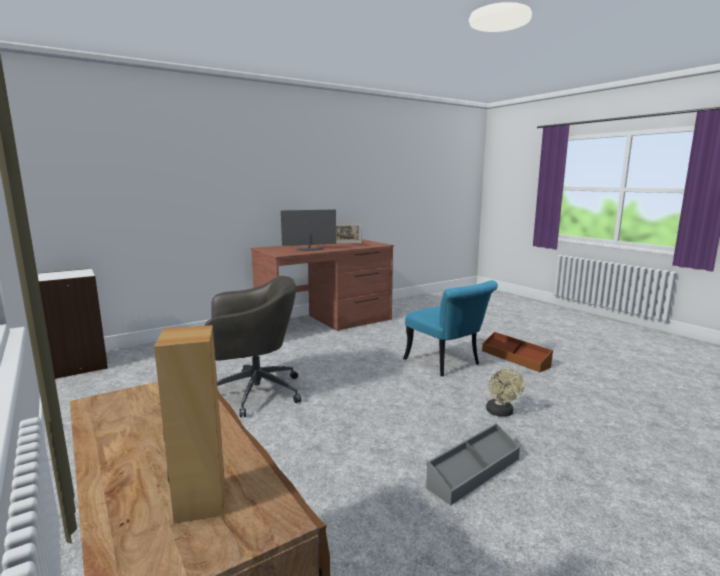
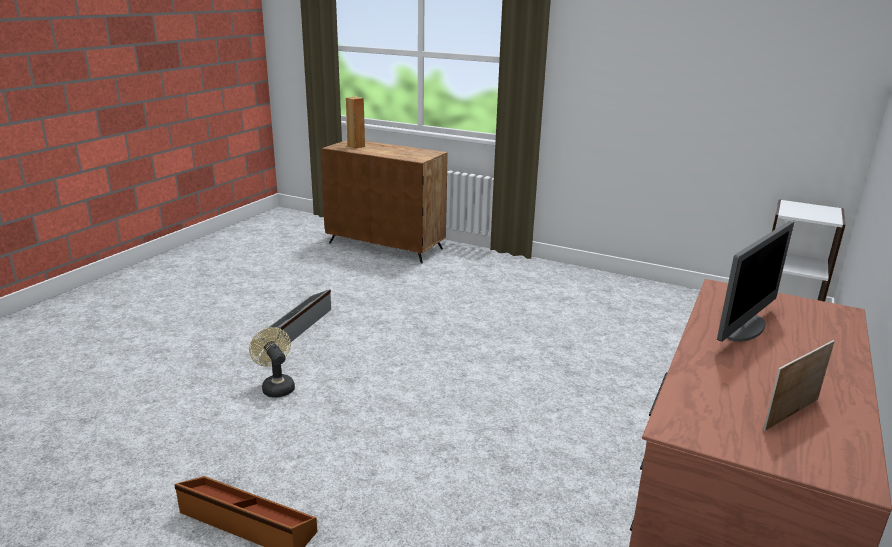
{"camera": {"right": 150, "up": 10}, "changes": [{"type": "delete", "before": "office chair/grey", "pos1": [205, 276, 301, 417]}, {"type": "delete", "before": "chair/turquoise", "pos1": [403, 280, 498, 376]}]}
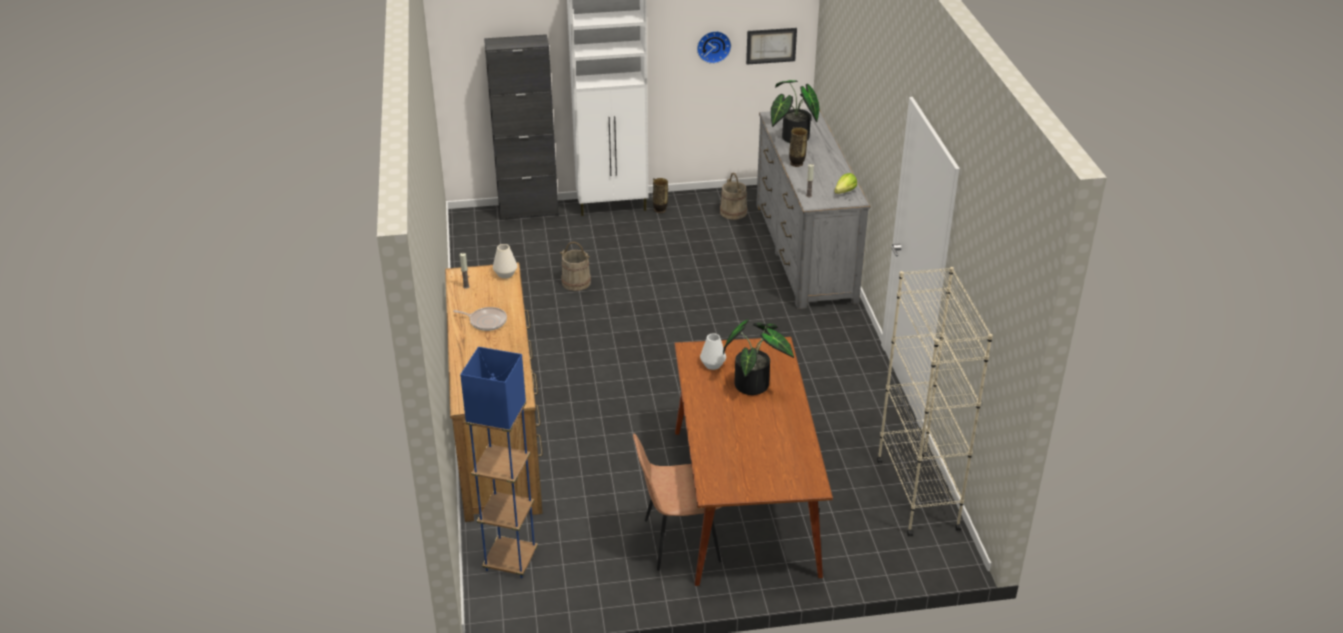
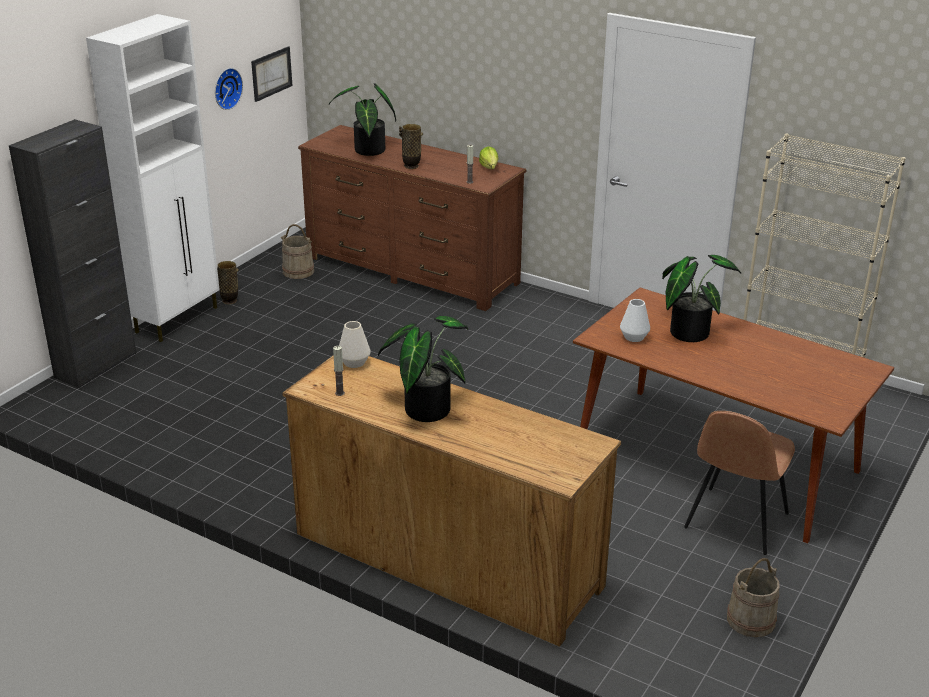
{"camera": {"right": -50, "up": -5}, "changes": [{"type": "recolor", "before": "dresser/grey", "after": "dresser/brown", "pos1": [756, 109, 870, 309], "pos2": [298, 125, 527, 311]}, {"type": "replace", "before": "frying pan", "after": "potted plant", "pos1": [453, 307, 507, 331], "pos2": [378, 316, 468, 422]}, {"type": "move", "before": "bucket/beige", "pos1": [560, 242, 591, 291], "pos2": [727, 558, 780, 637]}, {"type": "delete", "before": "floor lamp/blue", "pos1": [460, 347, 538, 578]}]}
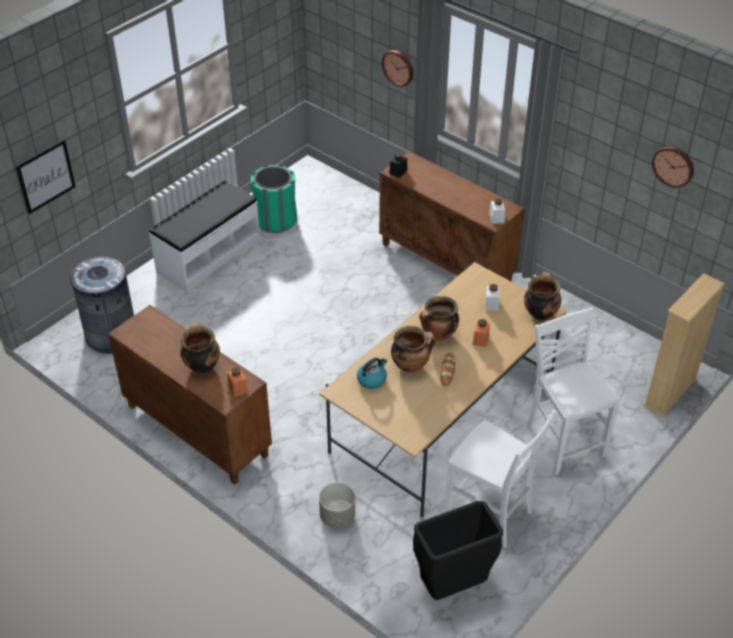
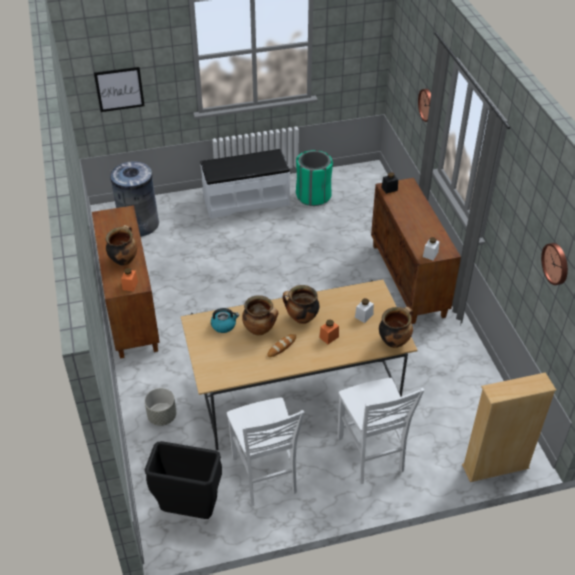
{"camera": {"right": 35, "up": 0}, "changes": [{"type": "rotate", "before": "chair/white", "pos1": [527, 307, 621, 475], "pos2": [337, 378, 424, 484], "turn": 150}]}
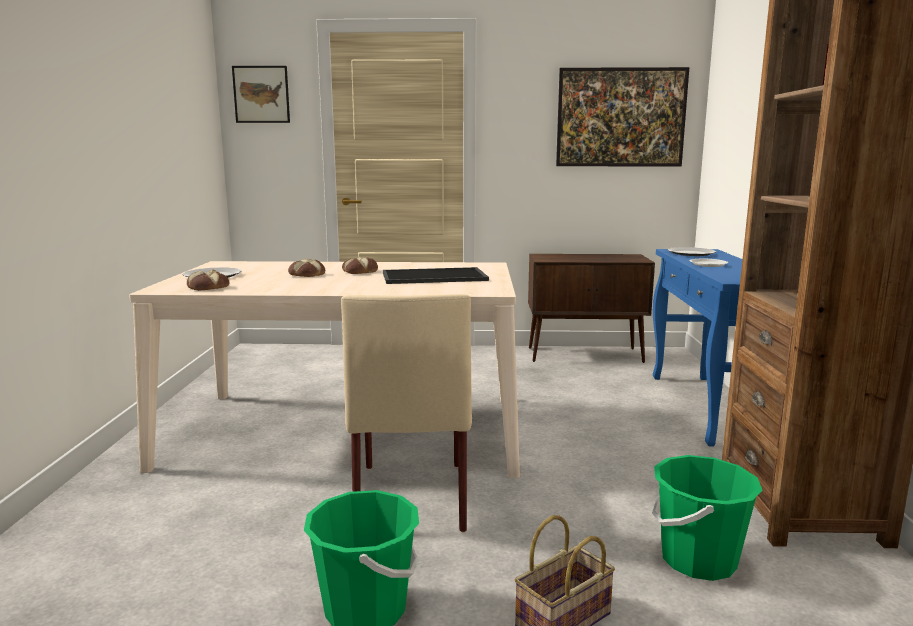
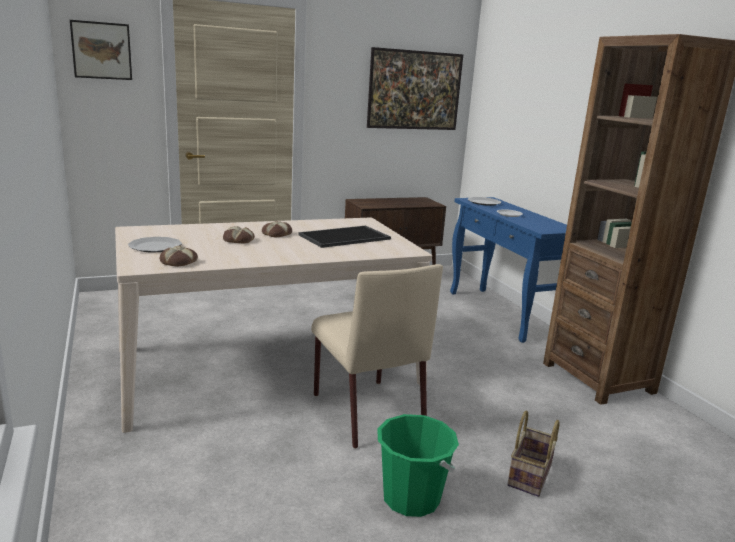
{"camera": {"right": -25, "up": 5}, "changes": [{"type": "delete", "before": "bucket/green", "pos1": [652, 455, 763, 581]}]}
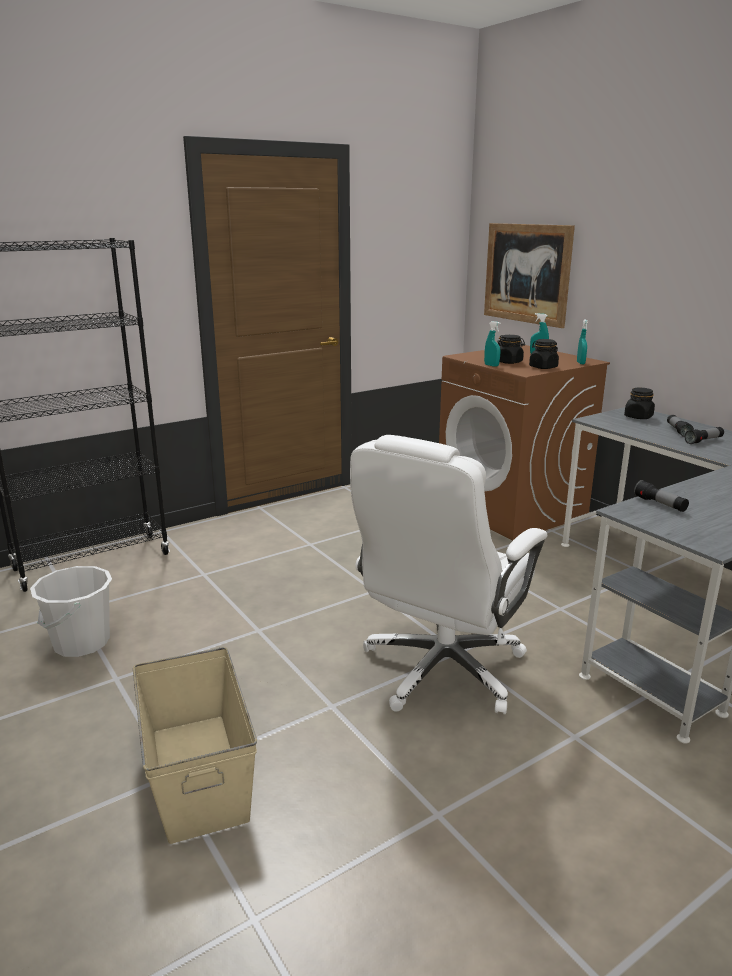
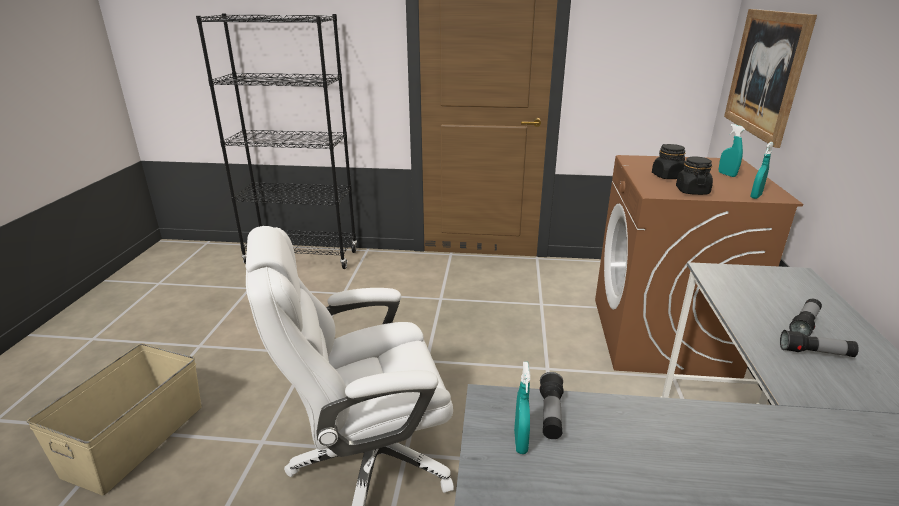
{"camera": {"right": 40, "up": 5}, "changes": [{"type": "move", "before": "spray bottle/turquoise", "pos1": [484, 321, 500, 367], "pos2": [514, 362, 531, 454]}, {"type": "delete", "before": "bucket/white", "pos1": [30, 566, 112, 657]}, {"type": "delete", "before": "jar/black", "pos1": [624, 388, 655, 419]}]}
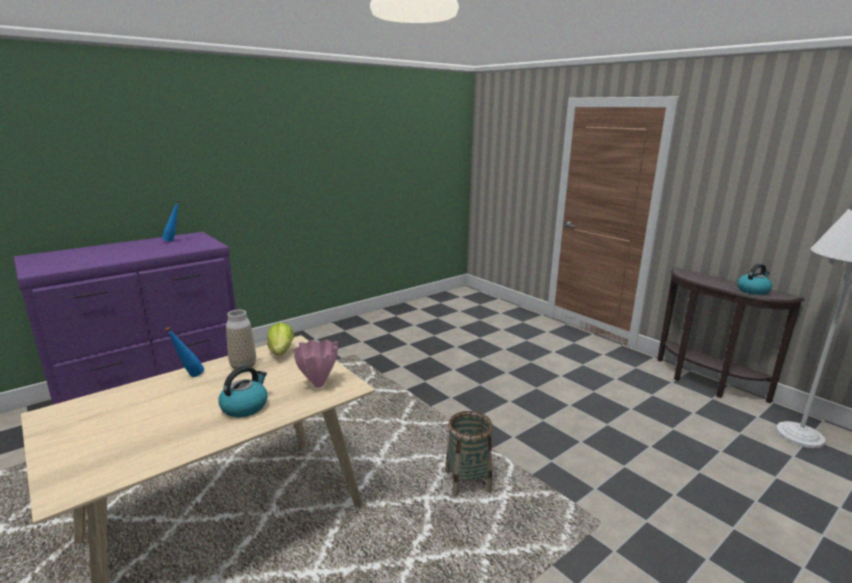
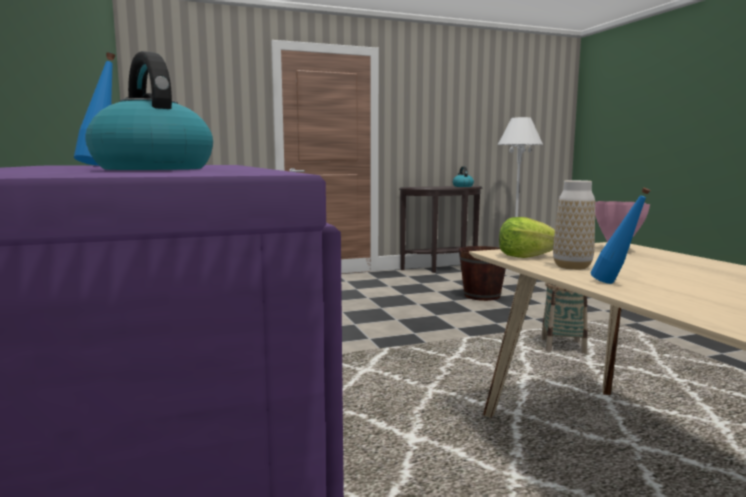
{"camera": {"right": -70, "up": -10}, "changes": [{"type": "move", "before": "kettle", "pos1": [218, 366, 268, 417], "pos2": [85, 51, 213, 170]}, {"type": "insert", "after": "bucket/brown", "pos2": [459, 246, 506, 301]}]}
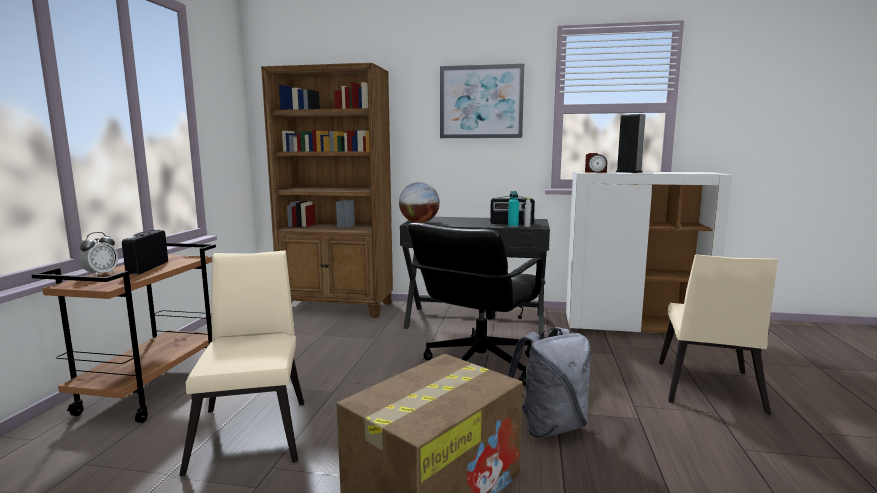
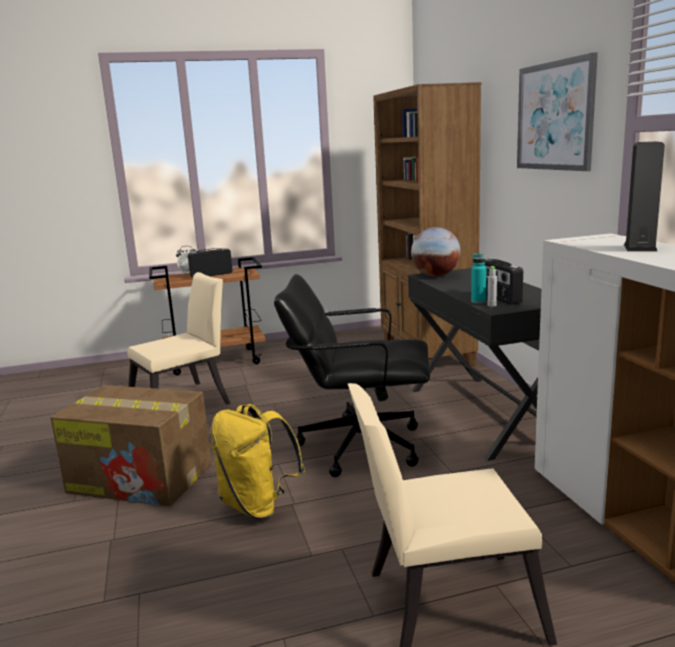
{"camera": {"right": 65, "up": 5}, "changes": [{"type": "recolor", "before": "backpack/grey", "after": "backpack/yellow", "pos1": [508, 327, 591, 438], "pos2": [210, 404, 305, 519]}, {"type": "delete", "before": "alarm clock", "pos1": [585, 153, 607, 173]}]}
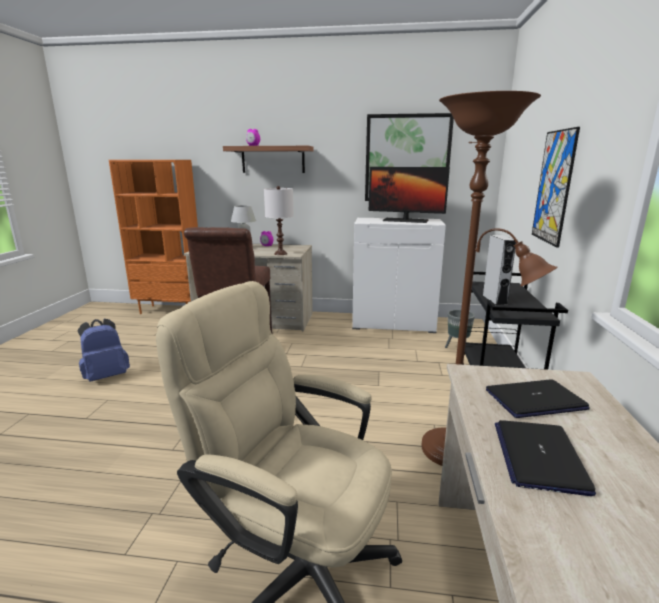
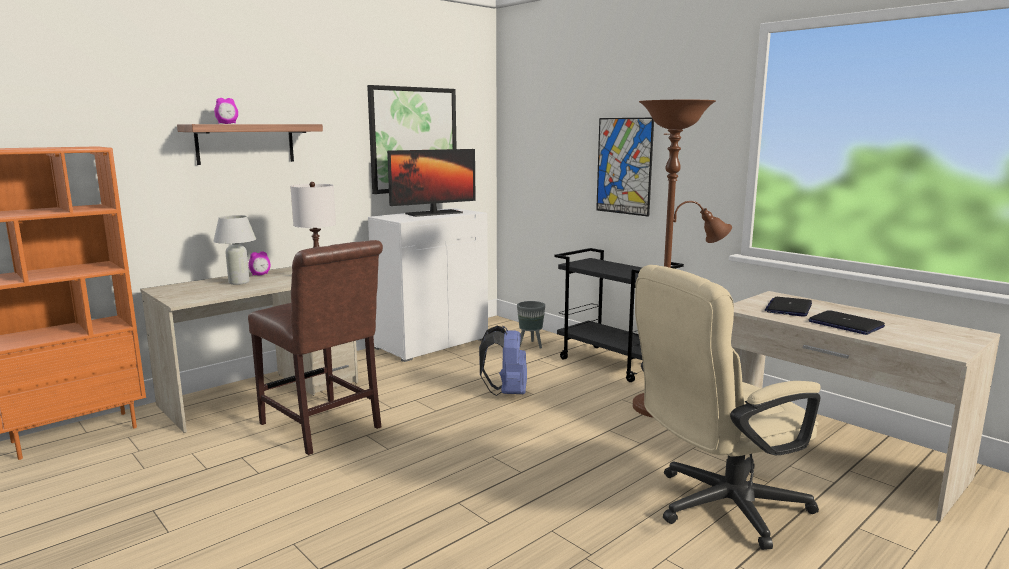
{"camera": {"right": -50, "up": -5}, "changes": [{"type": "move", "before": "backpack/blue", "pos1": [78, 319, 130, 382], "pos2": [479, 325, 527, 396]}, {"type": "delete", "before": "speaker/grey", "pos1": [483, 235, 516, 305]}]}
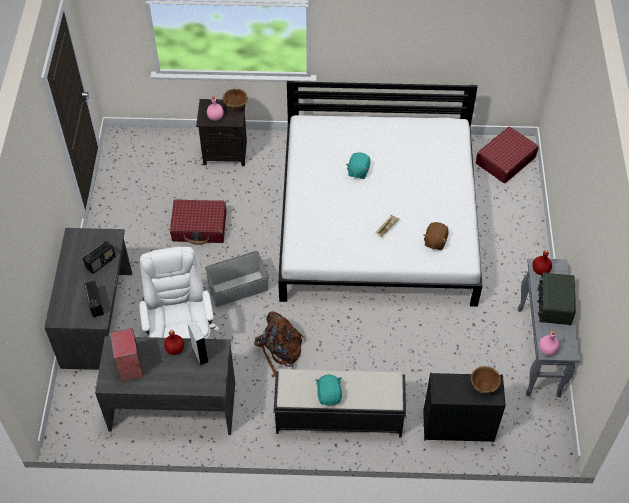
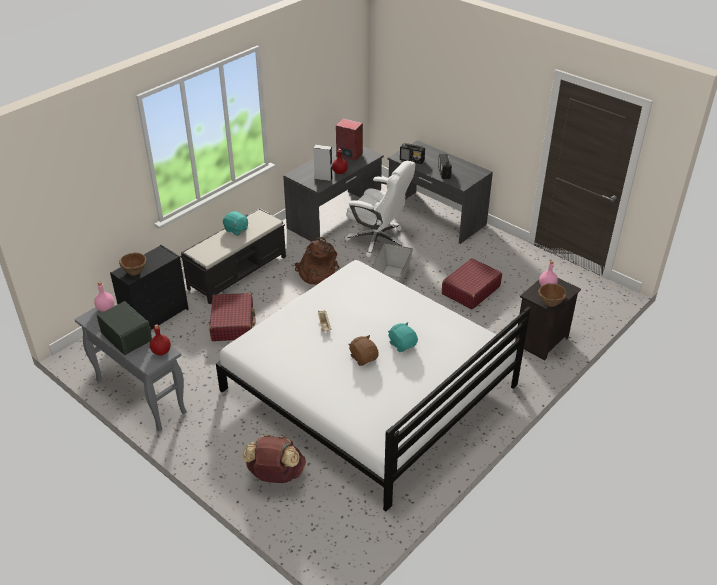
{"camera": {"right": 130, "up": -15}, "changes": [{"type": "move", "before": "suitcase/red", "pos1": [476, 127, 538, 183], "pos2": [209, 293, 255, 341]}, {"type": "insert", "after": "backpack/brown", "pos2": [242, 435, 306, 483]}, {"type": "move", "before": "plush toy/brown", "pos1": [424, 222, 449, 250], "pos2": [348, 335, 379, 366]}]}
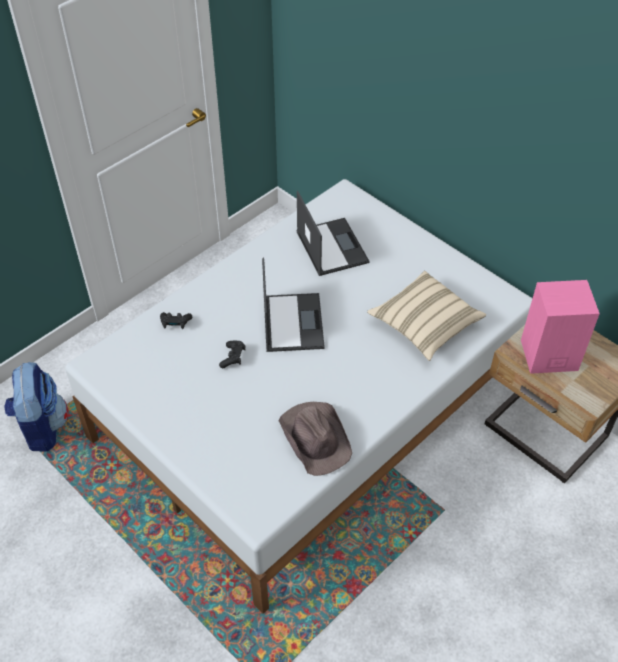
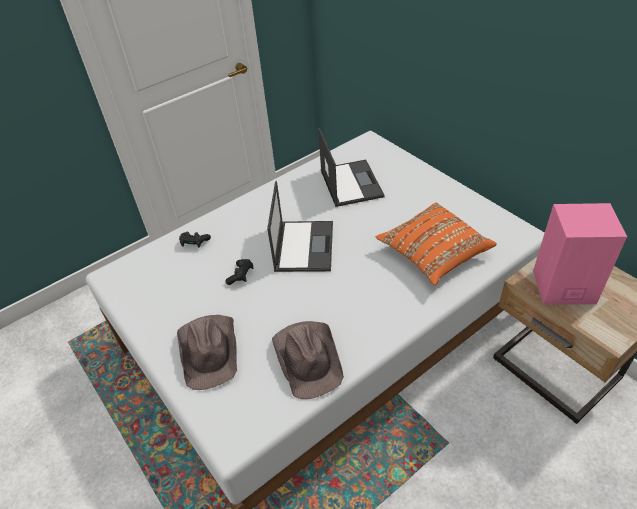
{"camera": {"right": 10, "up": -5}, "changes": [{"type": "insert", "after": "hat/brown", "pos2": [177, 315, 237, 390]}, {"type": "recolor", "before": "pillow/beige", "after": "pillow/orange", "pos1": [367, 271, 486, 361], "pos2": [376, 202, 497, 285]}, {"type": "delete", "before": "backpack", "pos1": [4, 362, 68, 452]}]}
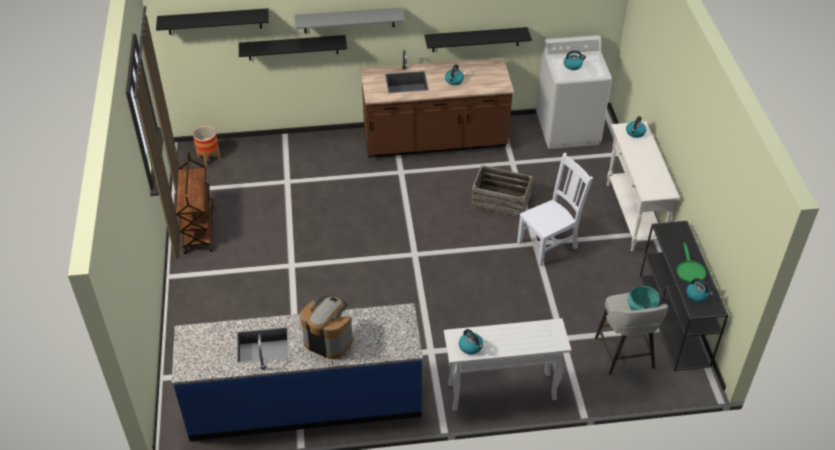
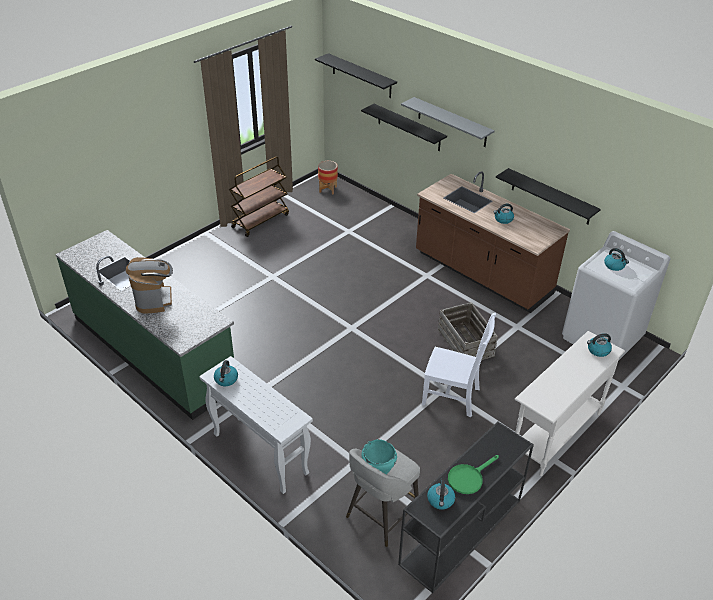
{"camera": {"right": 50, "up": -5}, "changes": [{"type": "recolor", "before": "counter/blue", "after": "counter/green", "pos1": [172, 303, 423, 441], "pos2": [56, 230, 234, 420]}]}
